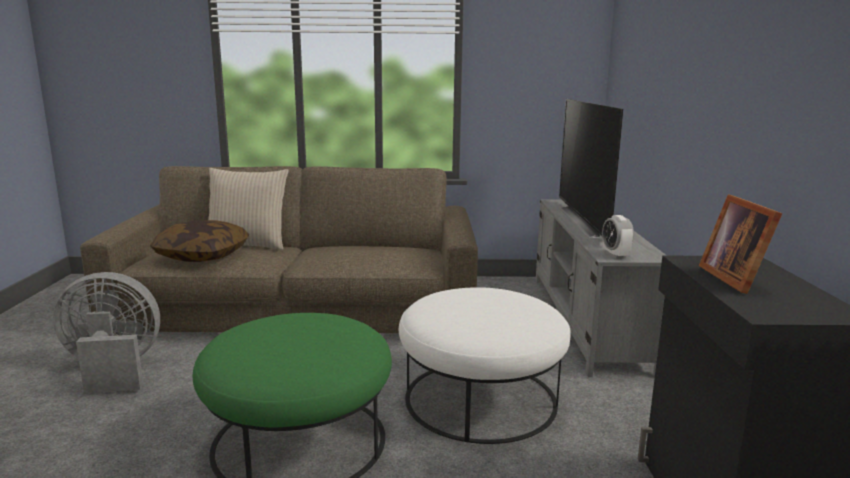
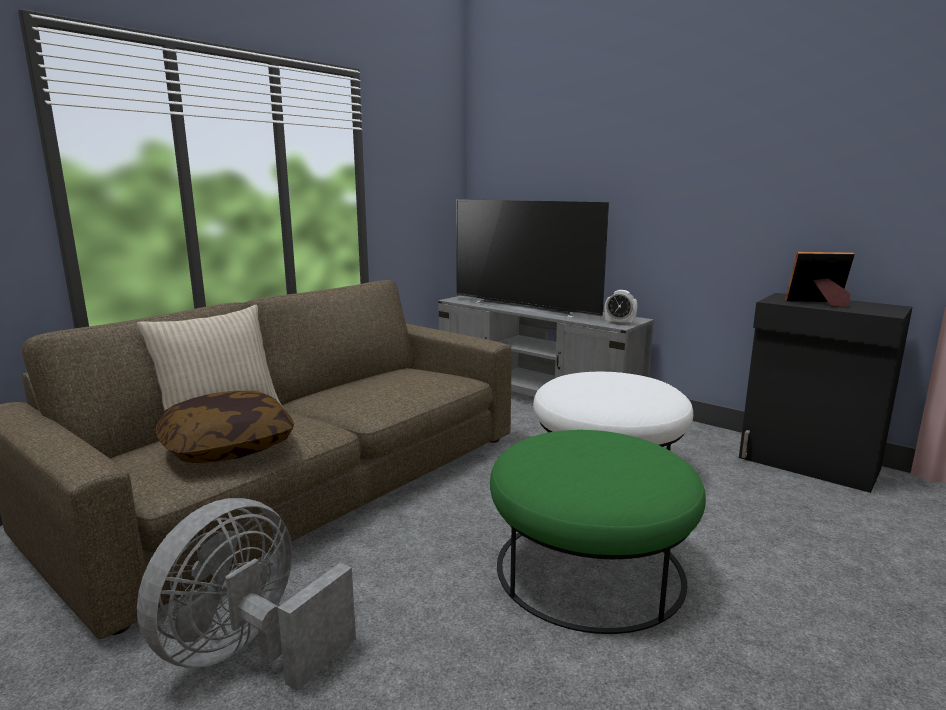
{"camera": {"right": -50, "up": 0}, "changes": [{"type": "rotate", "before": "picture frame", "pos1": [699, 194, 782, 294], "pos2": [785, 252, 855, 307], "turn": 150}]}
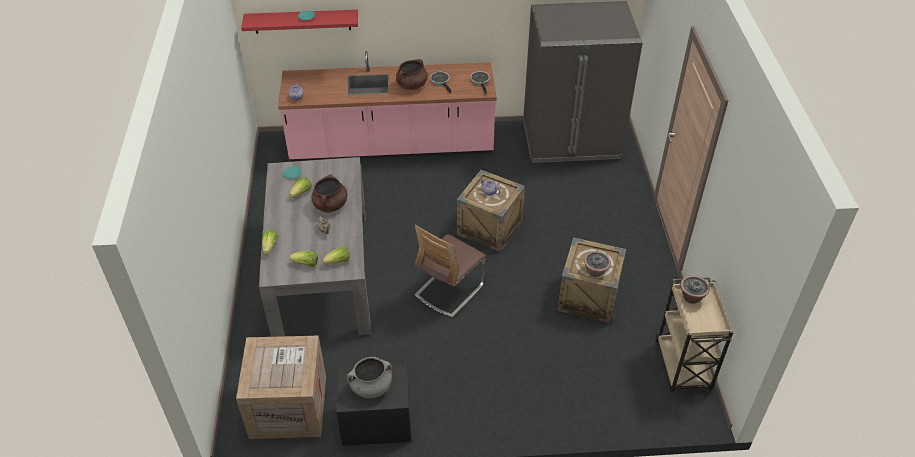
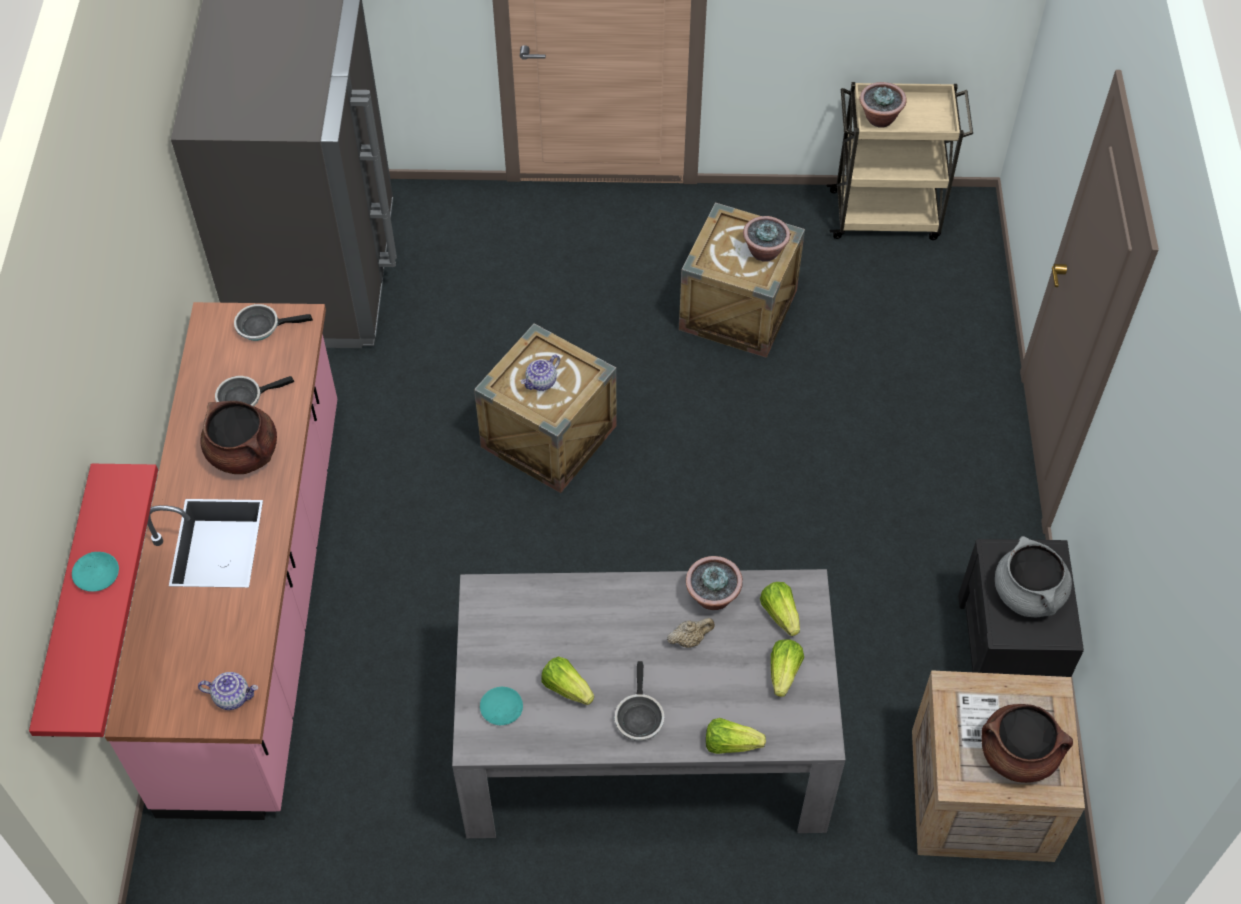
{"camera": {"right": -85, "up": 10}, "changes": [{"type": "insert", "after": "frying pan", "pos2": [614, 661, 664, 741]}, {"type": "insert", "after": "potted plant", "pos2": [686, 556, 743, 610]}, {"type": "move", "before": "cooking pot/brown", "pos1": [311, 174, 347, 213], "pos2": [982, 704, 1073, 783]}, {"type": "delete", "before": "chair", "pos1": [415, 225, 486, 318]}]}
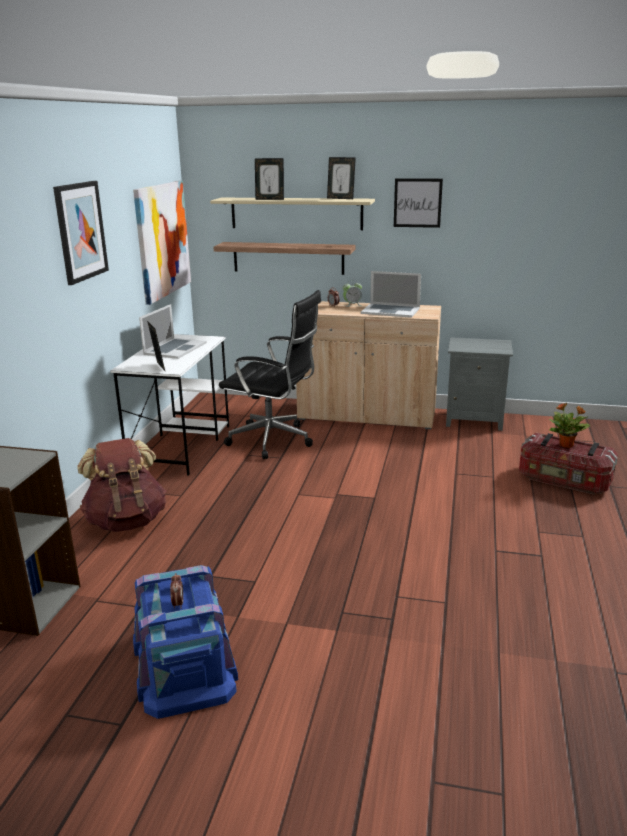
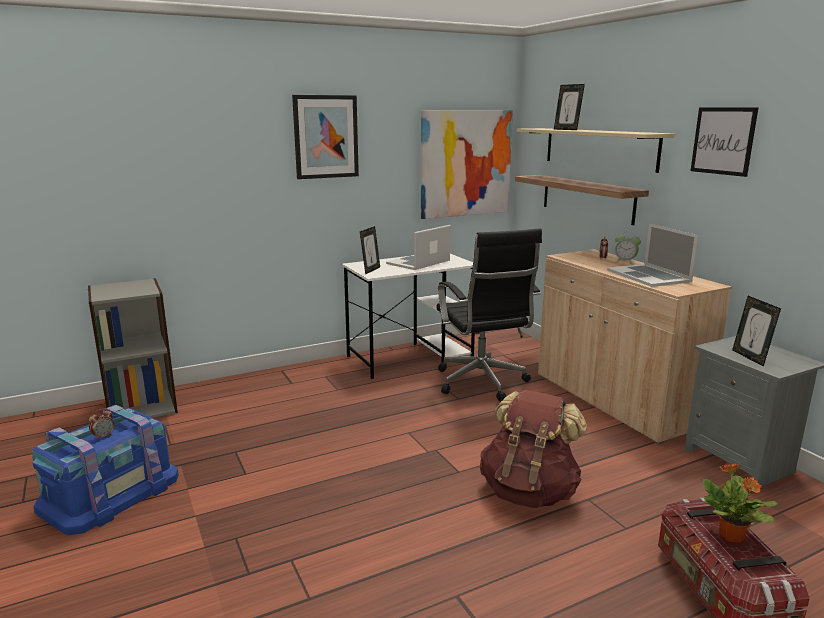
{"camera": {"right": 50, "up": -5}, "changes": [{"type": "rotate", "before": "laptop", "pos1": [139, 304, 207, 359], "pos2": [386, 225, 451, 270], "turn": 150}, {"type": "move", "before": "backpack/brown", "pos1": [77, 438, 166, 532], "pos2": [480, 390, 587, 508]}, {"type": "move", "before": "picture frame", "pos1": [327, 157, 356, 199], "pos2": [732, 296, 781, 367]}]}
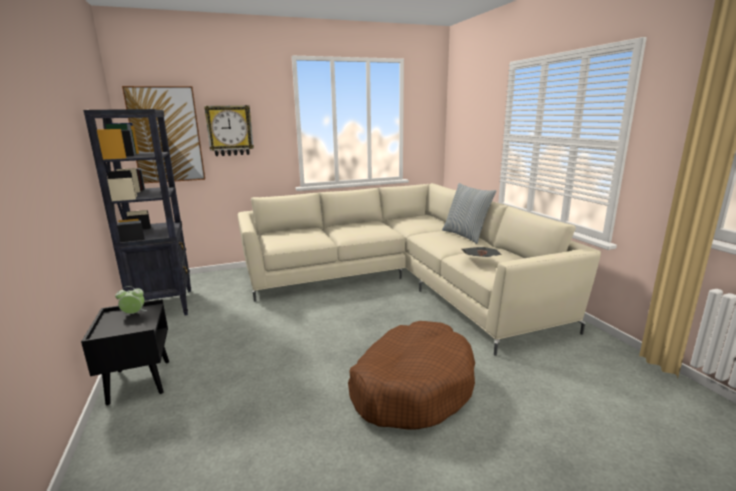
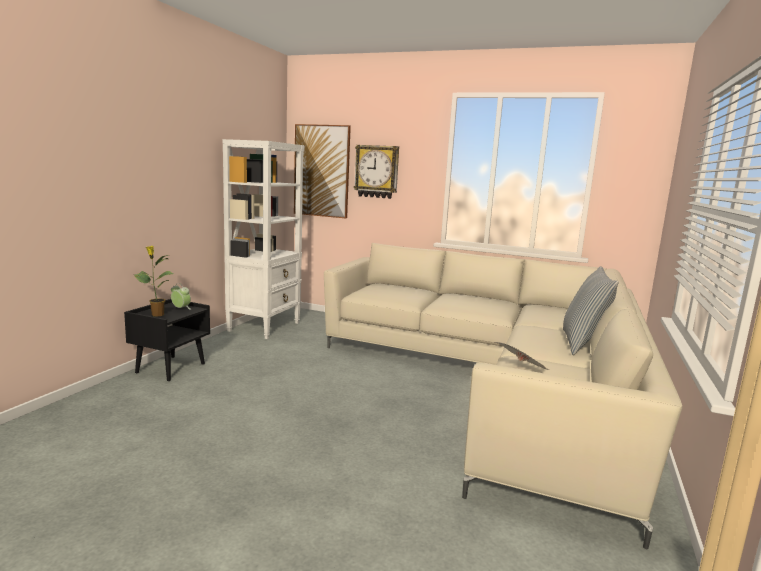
{"camera": {"right": 40, "up": -5}, "changes": [{"type": "insert", "after": "potted plant", "pos2": [134, 246, 174, 317]}, {"type": "recolor", "before": "bookcase/black", "after": "bookcase/white", "pos1": [83, 109, 191, 316], "pos2": [223, 139, 304, 339]}, {"type": "delete", "before": "dog bed/brown", "pos1": [348, 321, 475, 429]}]}
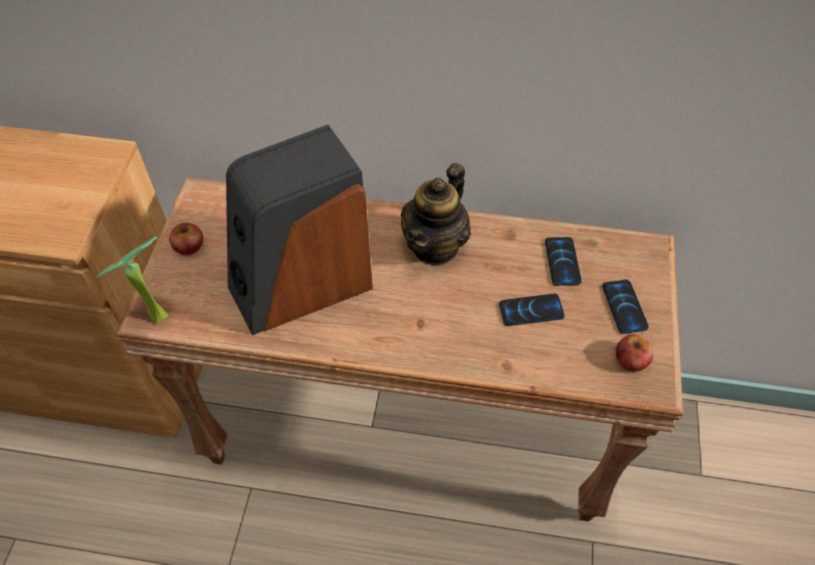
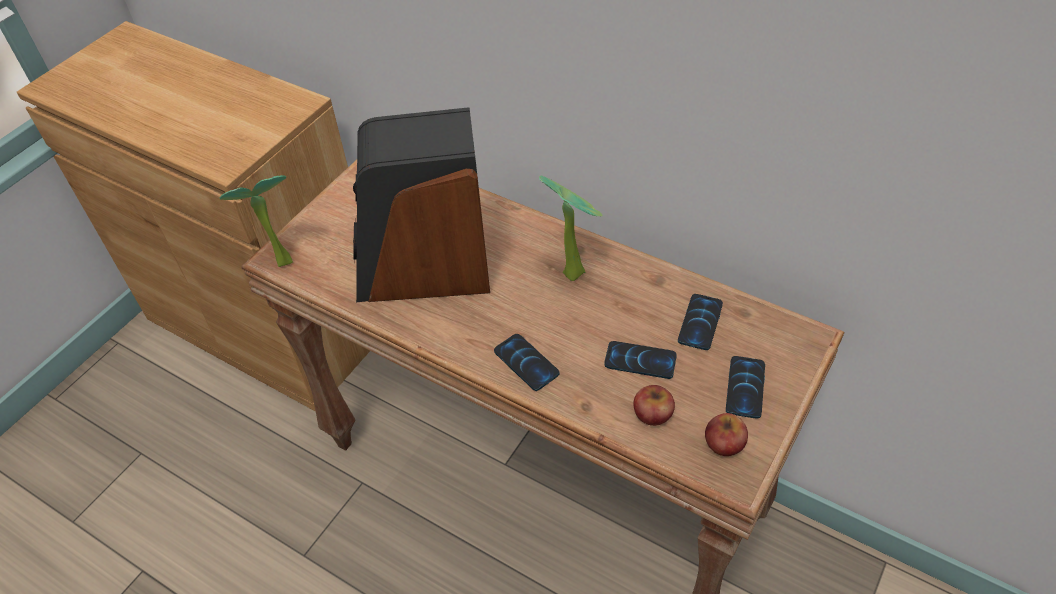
{"camera": {"right": 25, "up": -5}, "changes": [{"type": "insert", "after": "phone", "pos2": [494, 334, 560, 391]}, {"type": "replace", "before": "teapot", "after": "potted plant", "pos1": [401, 163, 471, 265], "pos2": [539, 176, 602, 281]}, {"type": "move", "before": "apple", "pos1": [169, 223, 203, 255], "pos2": [634, 385, 675, 426]}]}
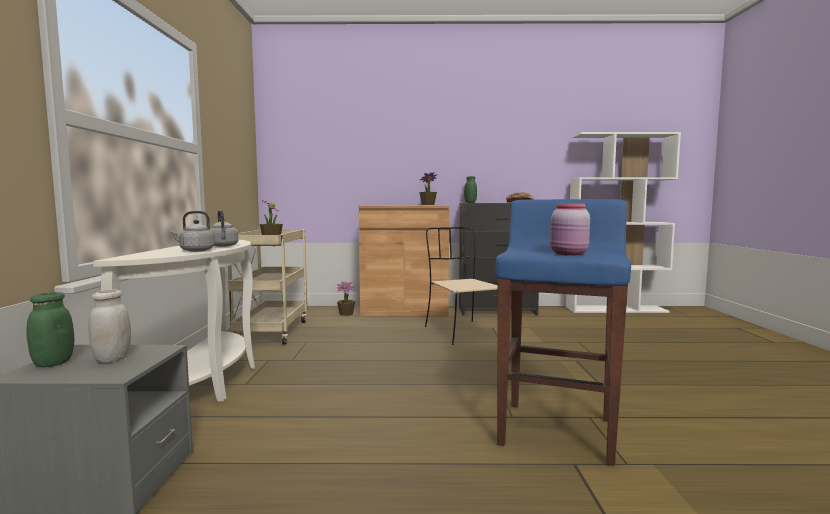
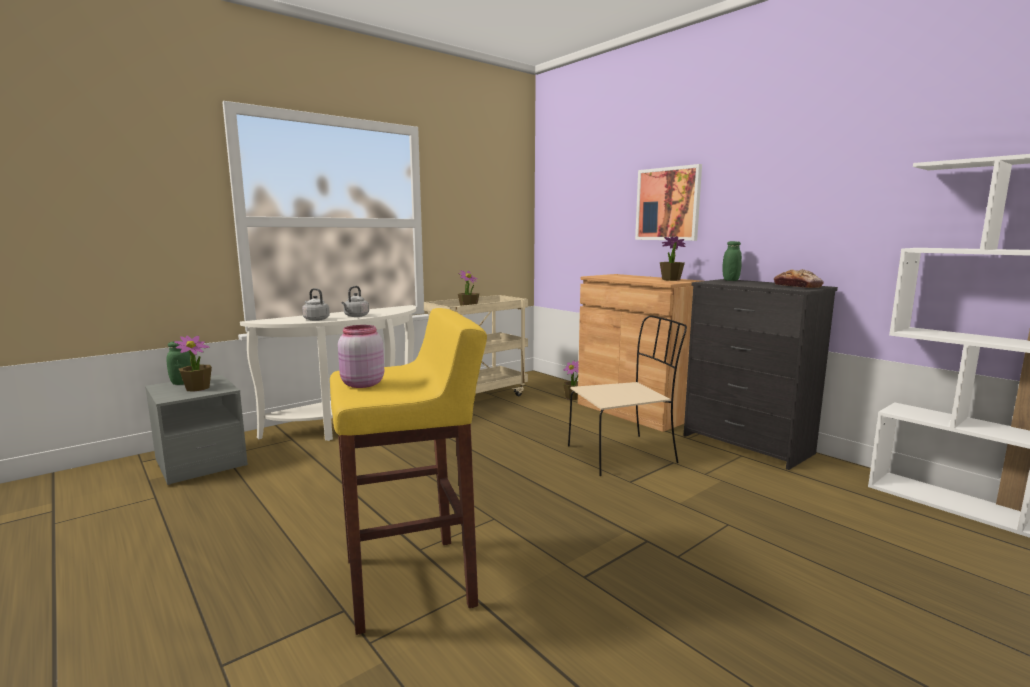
{"camera": {"right": 50, "up": 5}, "changes": [{"type": "replace", "before": "jar/white", "after": "potted plant", "pos1": [88, 289, 131, 363], "pos2": [174, 336, 212, 392]}, {"type": "recolor", "before": "stool/blue", "after": "stool/yellow", "pos1": [495, 199, 631, 466], "pos2": [330, 308, 487, 635]}, {"type": "rotate", "before": "chair/beige", "pos1": [425, 227, 497, 345], "pos2": [568, 315, 687, 476], "turn": 45}, {"type": "insert", "after": "picture", "pos2": [635, 164, 702, 241]}]}
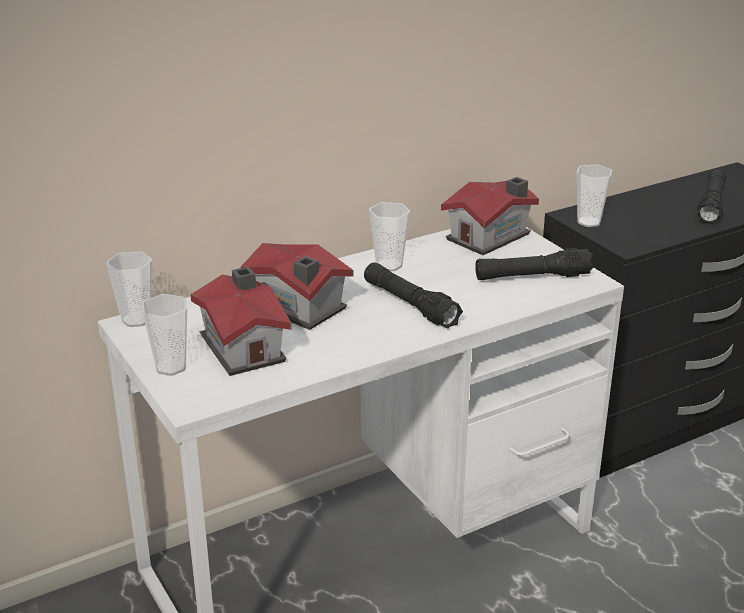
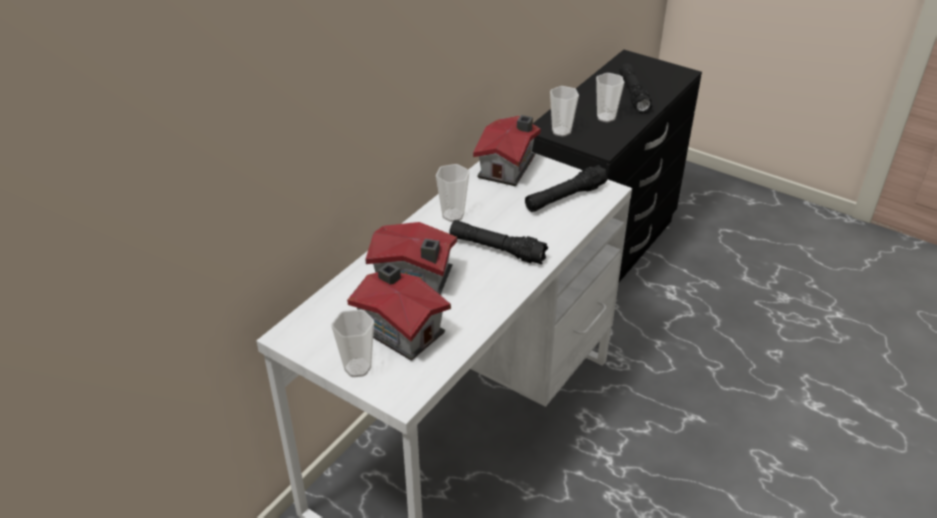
{"camera": {"right": -25, "up": 10}, "changes": [{"type": "move", "before": "cup", "pos1": [106, 251, 152, 327], "pos2": [596, 73, 625, 123]}]}
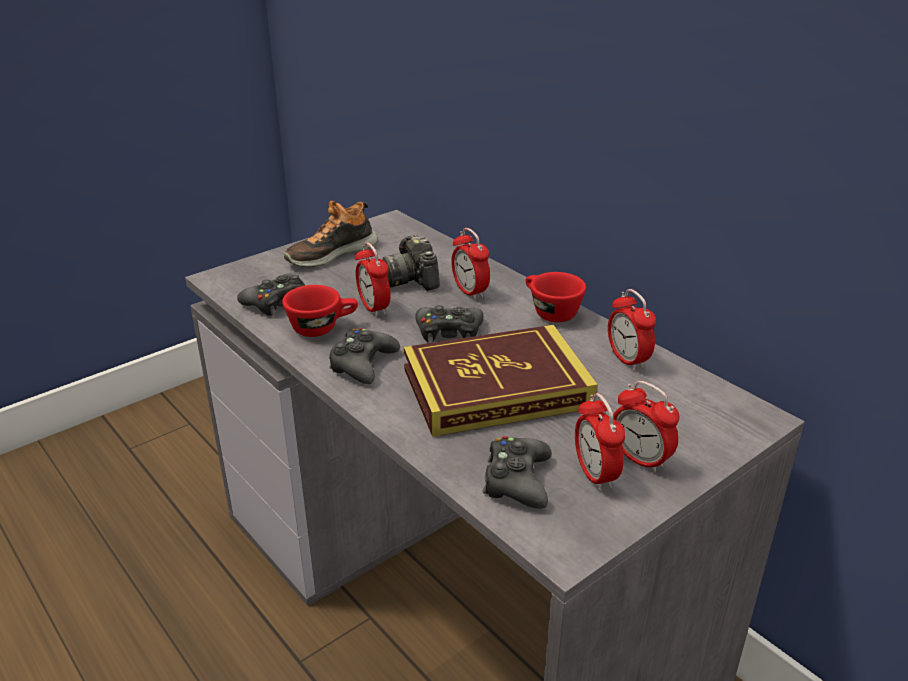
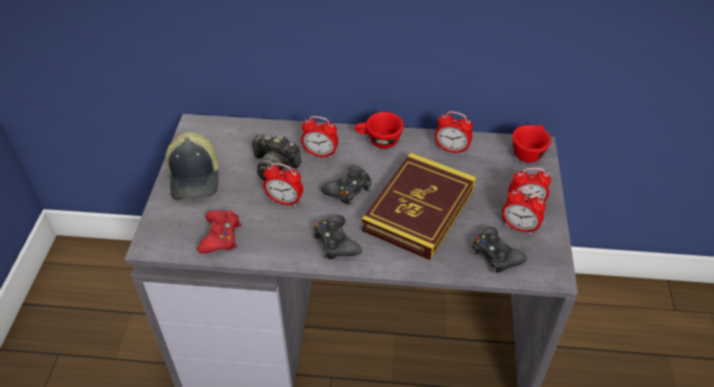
{"camera": {"right": -45, "up": 15}, "changes": [{"type": "replace", "before": "shoe", "after": "cap", "pos1": [284, 201, 378, 267], "pos2": [166, 132, 219, 200]}, {"type": "recolor", "before": "game controller/black", "after": "game controller/red", "pos1": [237, 273, 305, 316], "pos2": [198, 210, 241, 254]}, {"type": "move", "before": "cup/red", "pos1": [282, 285, 358, 337], "pos2": [512, 124, 551, 163]}]}
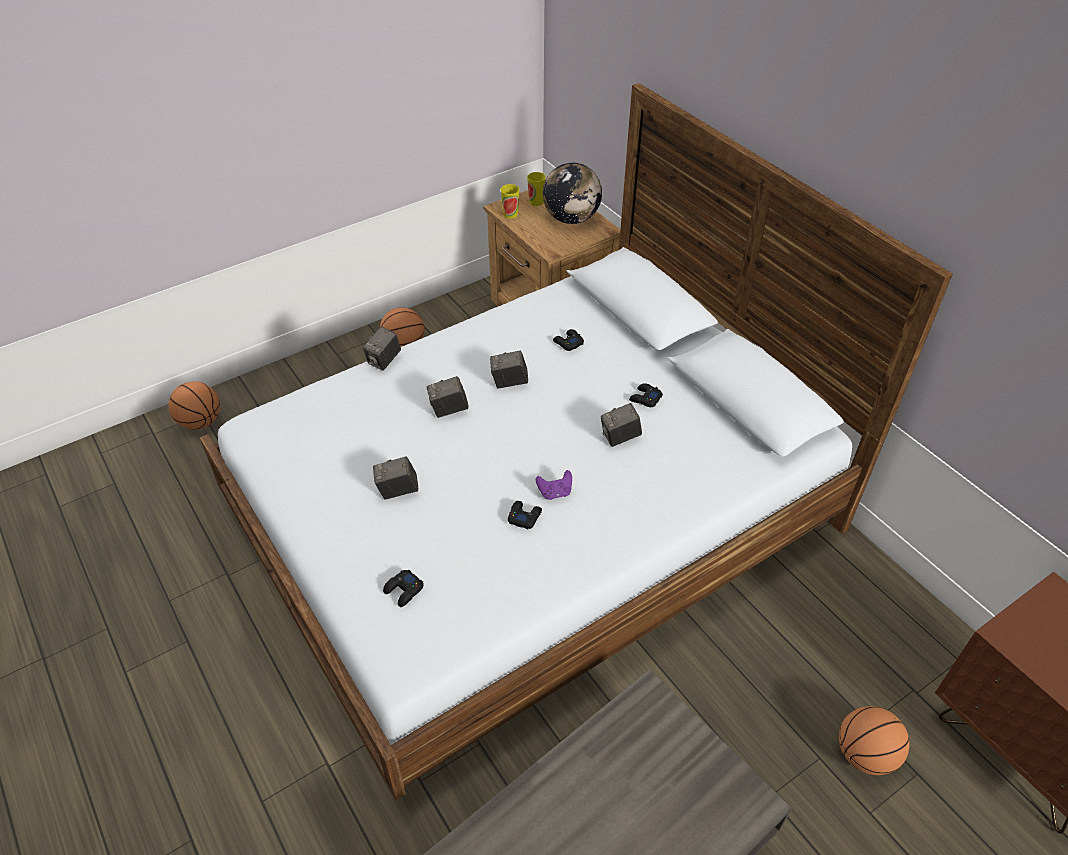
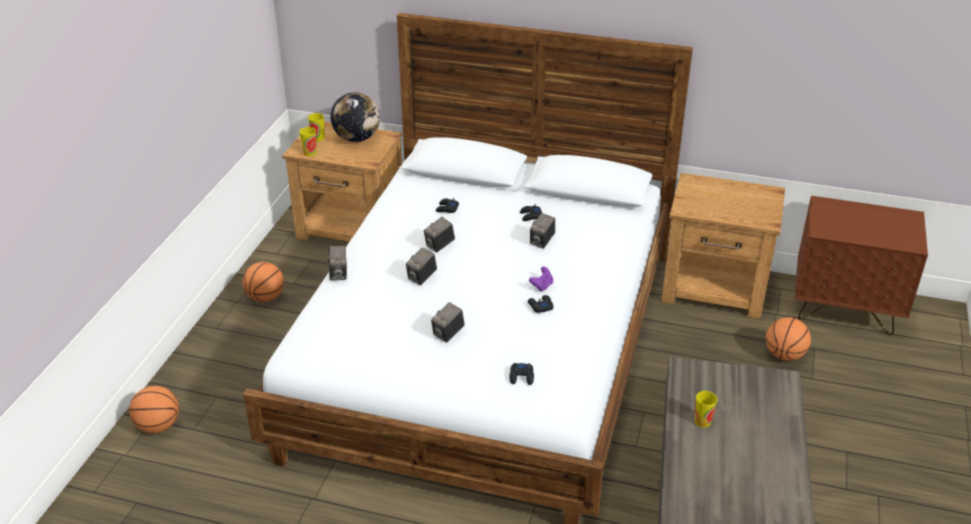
{"camera": {"right": -40, "up": -10}, "changes": [{"type": "insert", "after": "nightstand/brown", "pos2": [661, 173, 785, 319]}, {"type": "insert", "after": "cup", "pos2": [695, 391, 718, 427]}]}
